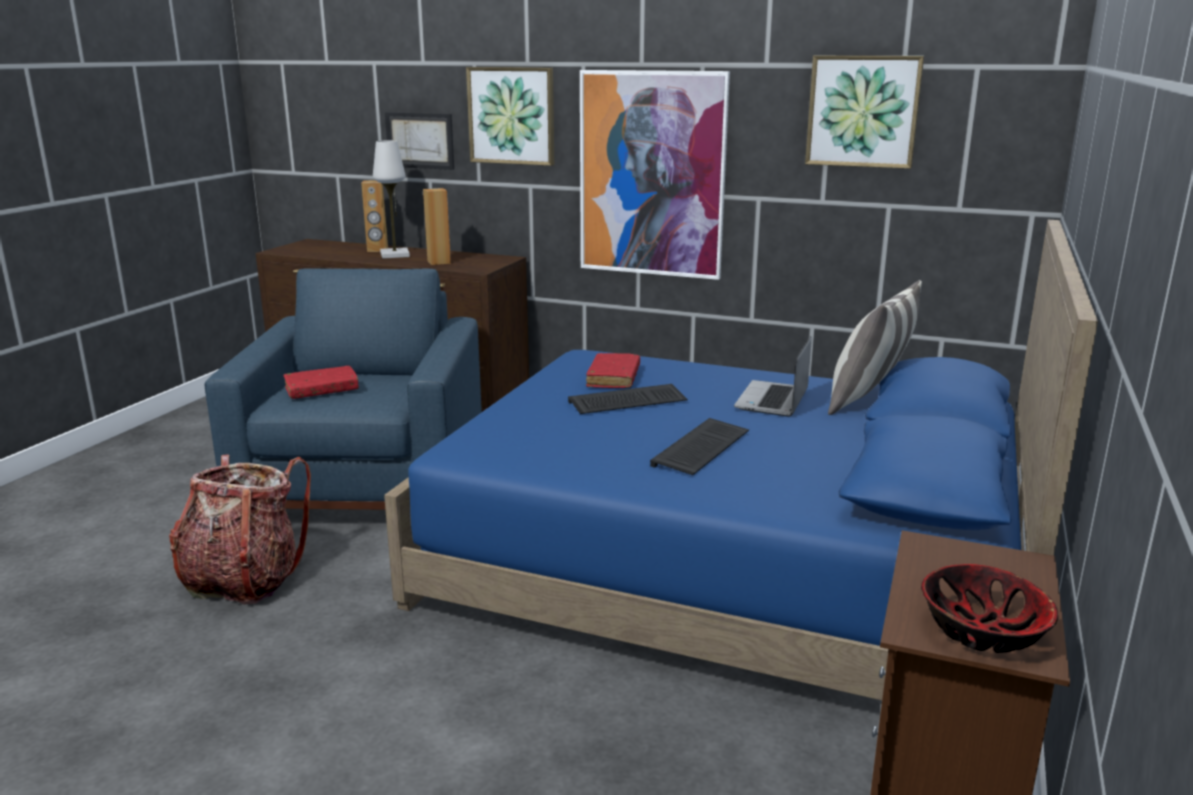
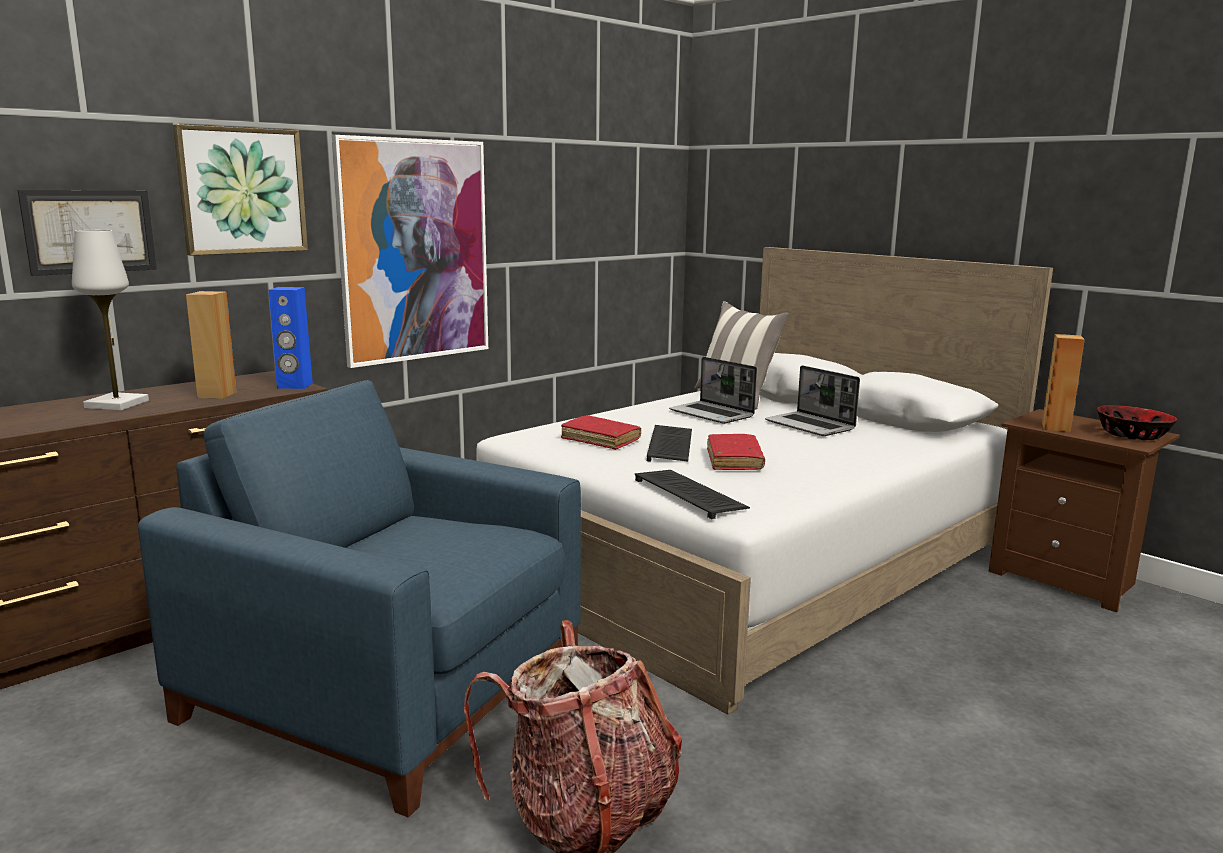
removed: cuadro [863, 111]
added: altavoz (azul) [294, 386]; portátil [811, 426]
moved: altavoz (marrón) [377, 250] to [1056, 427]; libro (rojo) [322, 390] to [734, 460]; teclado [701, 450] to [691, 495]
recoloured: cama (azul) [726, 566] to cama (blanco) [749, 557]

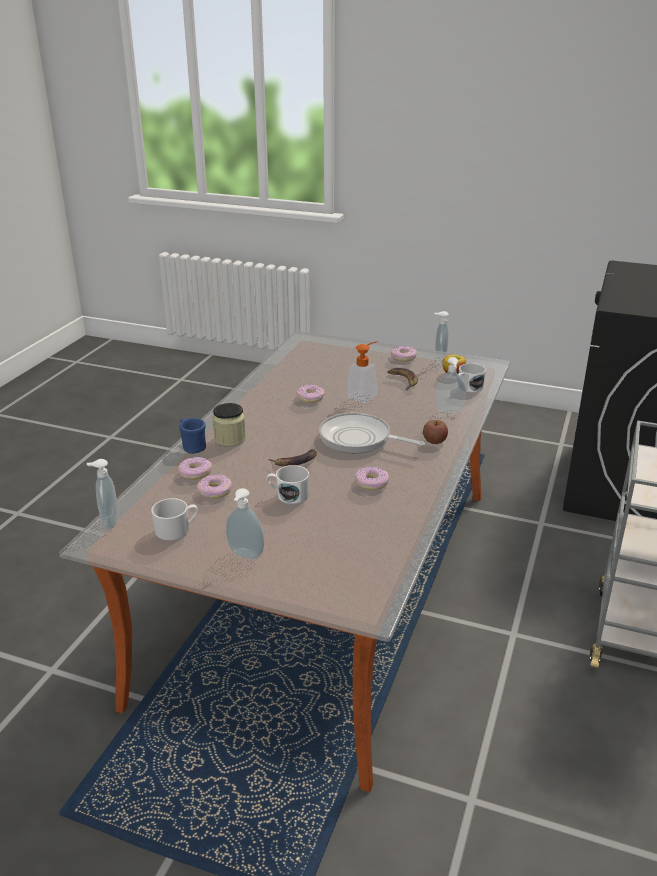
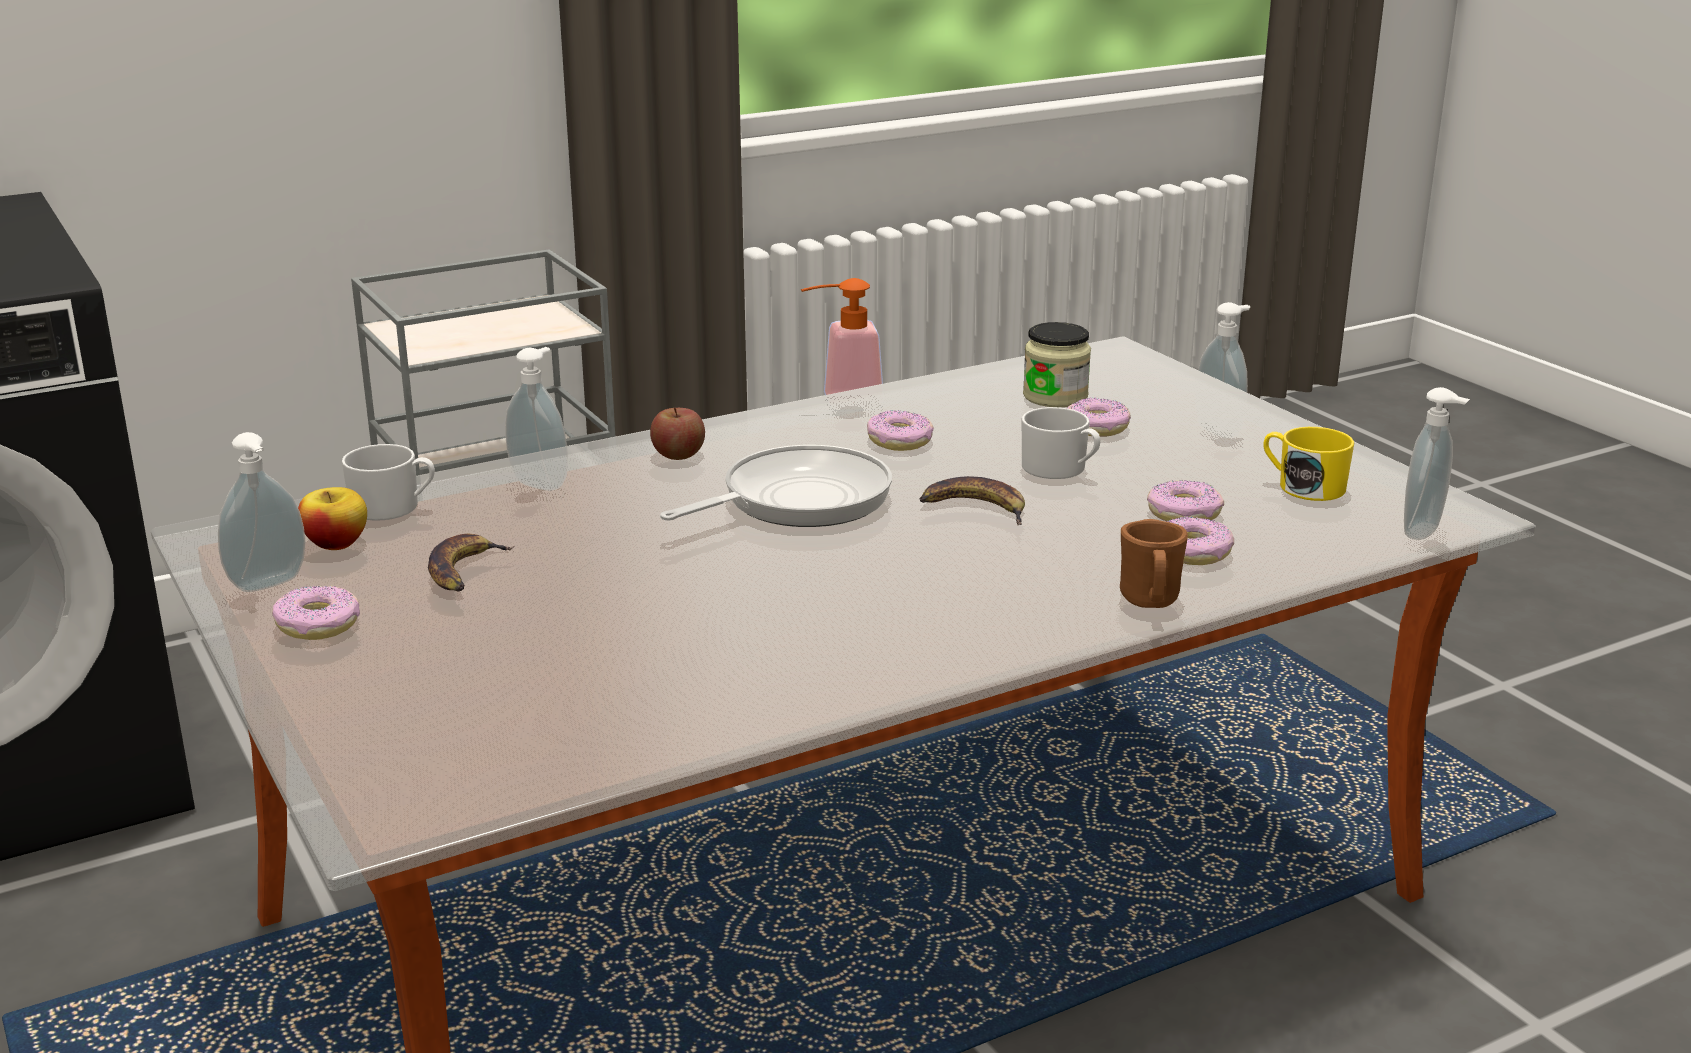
moved: dispensador de jabón [365, 395] to [841, 403]; rosquilla [310, 398] to [1096, 428]; tarro [230, 439] to [1055, 396]
recoloured: taza grande (azul) [192, 447] to taza grande (marrón) [1150, 602]; taza grande (blanco) [177, 530] to taza grande (amarillo) [1303, 486]
turned: sartén [359, 439] = [797, 500] 105 degrees counterclockwise

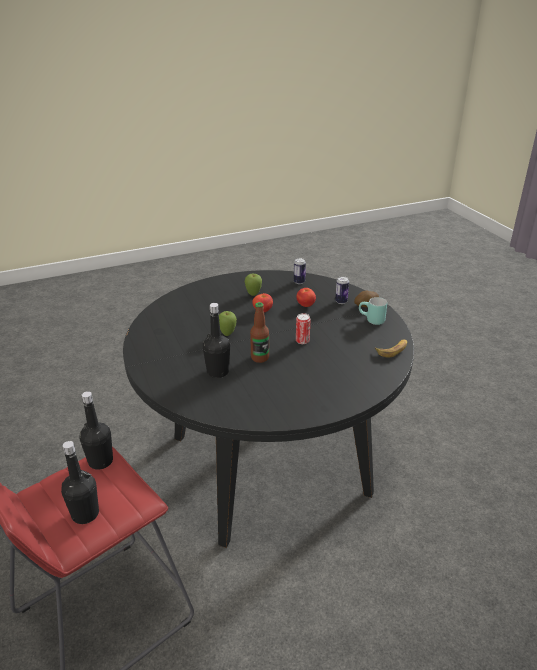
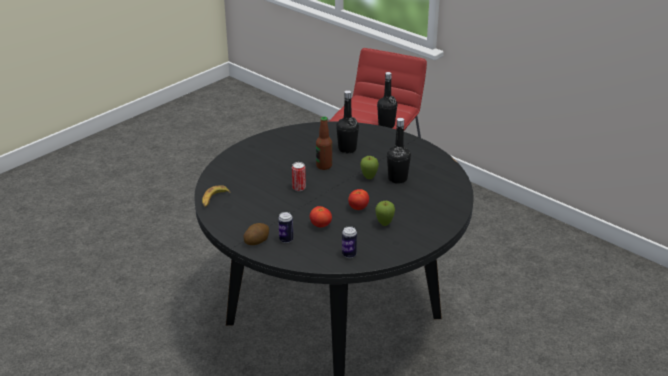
removed: taza grande (turquesa) [371, 320]
moved: botella (negro) [85, 514] to [397, 179]

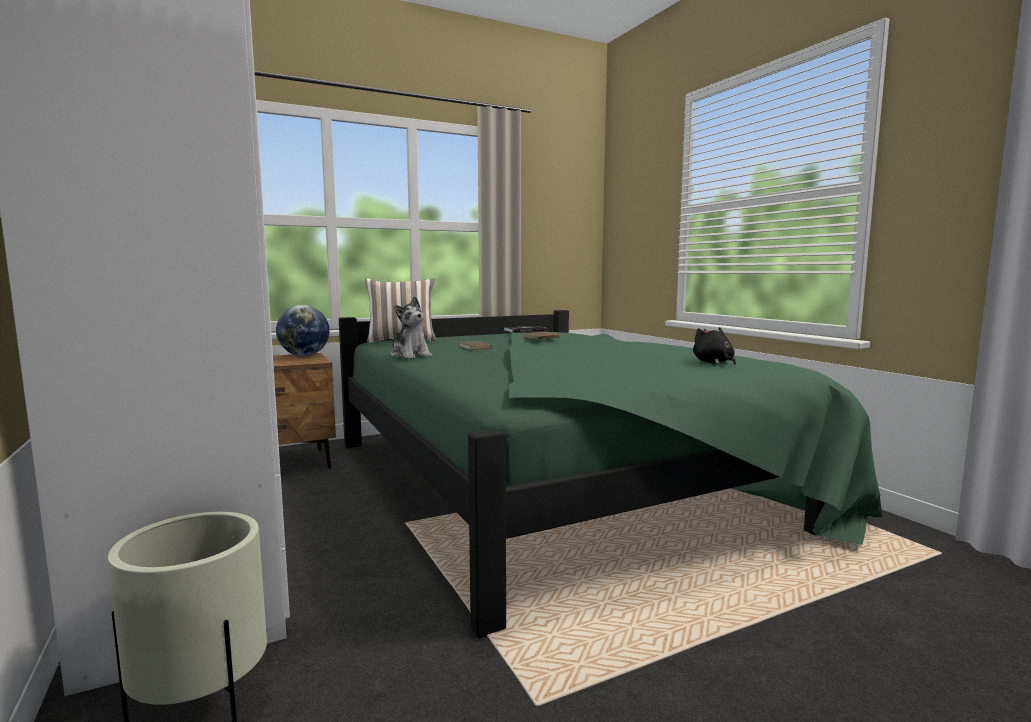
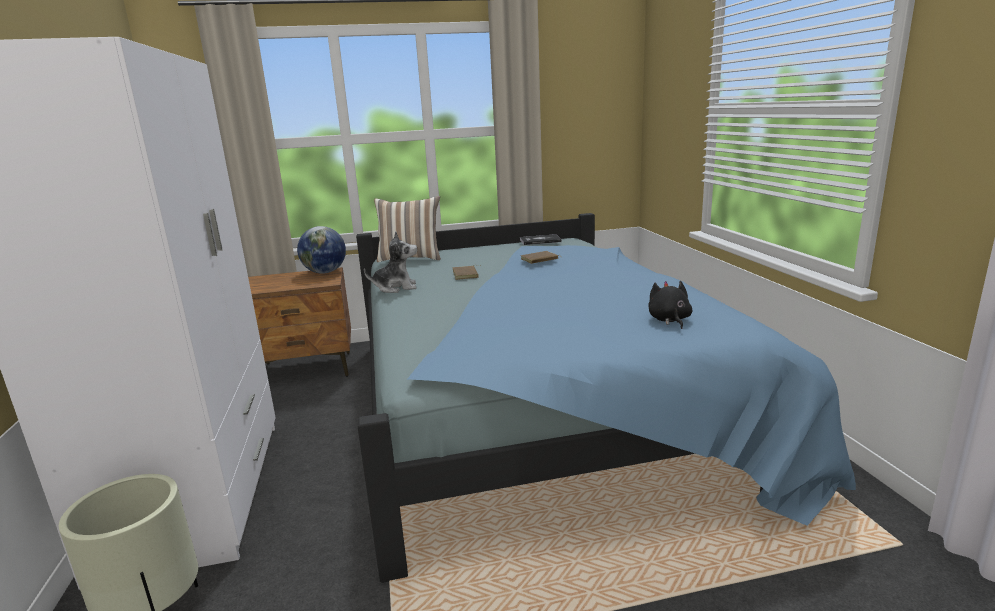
recoloured: cama (verde) [558, 482] to cama (azul) [541, 408]
turned: peluche [410, 355] = [396, 288] 75 degrees counterclockwise

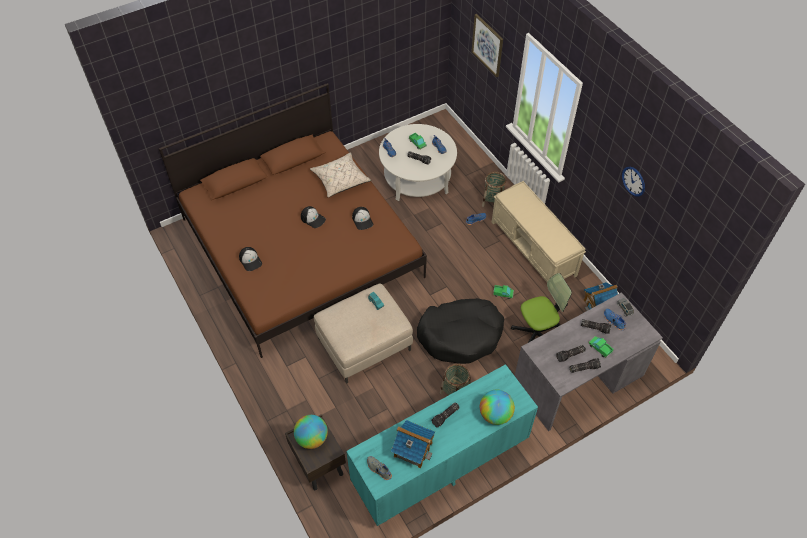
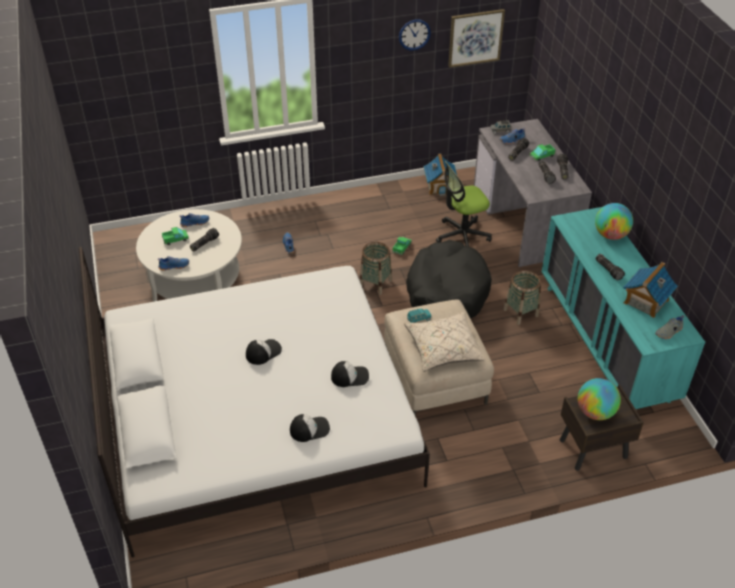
removed: banco (beis) [533, 249]
moved: cuadro [487, 45] to [475, 37]; cojín (beis) [340, 180] to [443, 349]; cesta [492, 201] to [375, 283]; gorra [362, 220] to [350, 376]
recoloured: cama (marrón) [301, 247] to cama (blanco) [256, 415]
turned: silla de oficina [536, 334] = [462, 236] 105 degrees counterclockwise

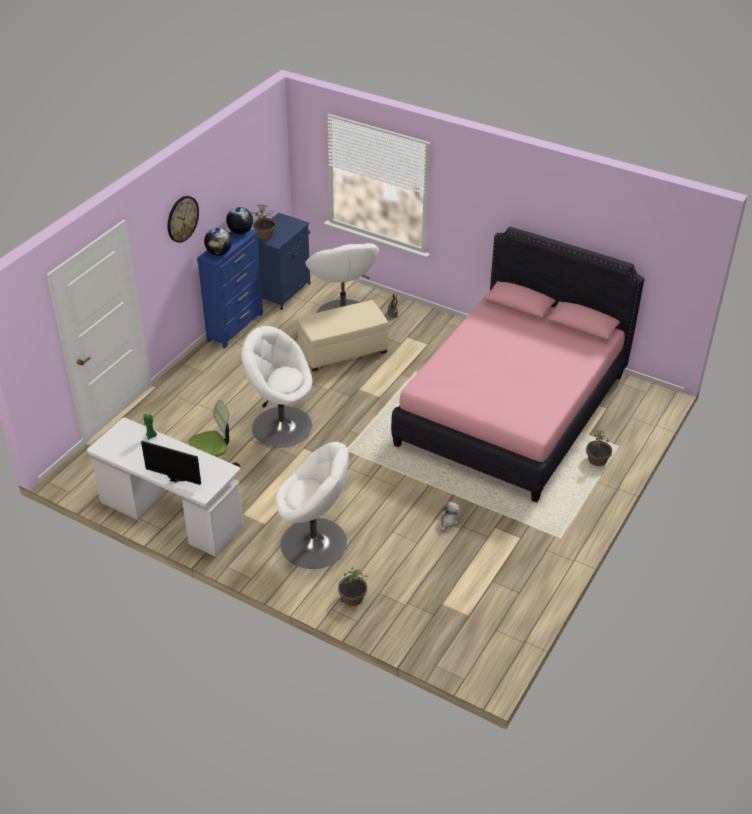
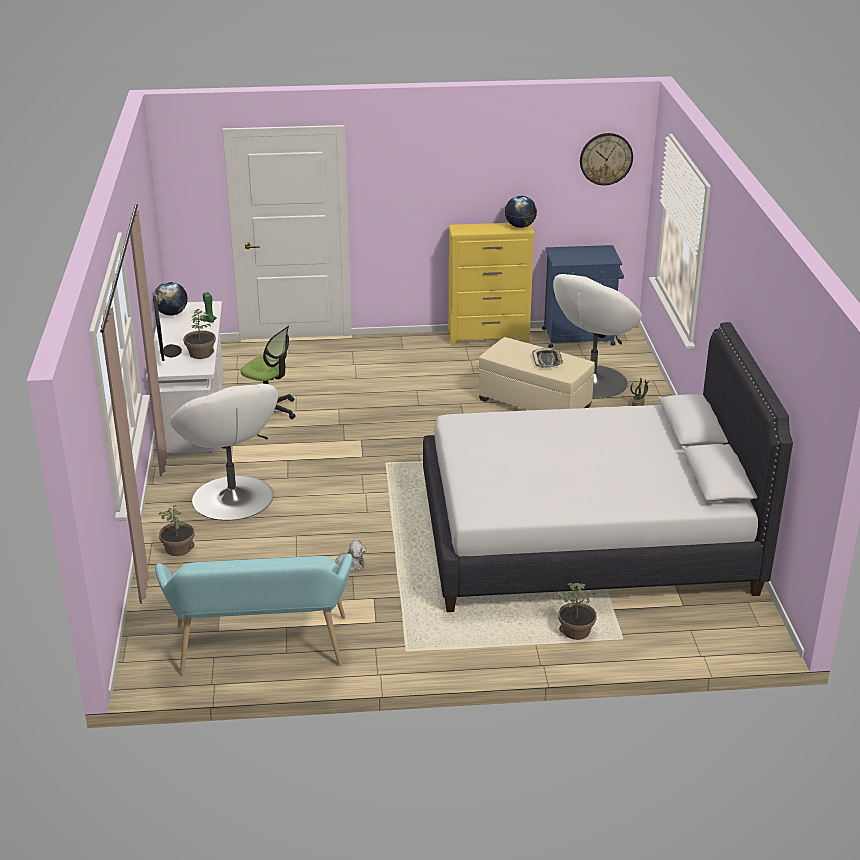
removed: sillón (blanco) [281, 426]
added: bandeja [547, 360]; banco (turquesa) [261, 651]
moved: reloj de pared [182, 218] to [606, 159]; planta en maceta [265, 235] to [200, 353]; globo terráqueo [219, 253] to [171, 313]
recoloured: cama (rosa) [511, 409] to cama (blanco) [585, 538]; cómoda (azul) [235, 327] to cómoda (amarillo) [489, 338]

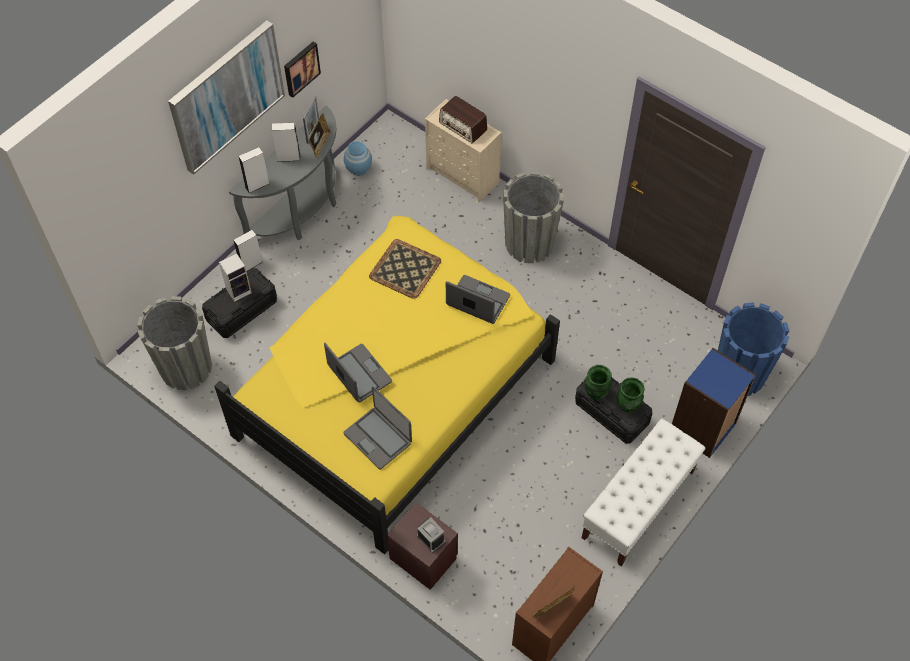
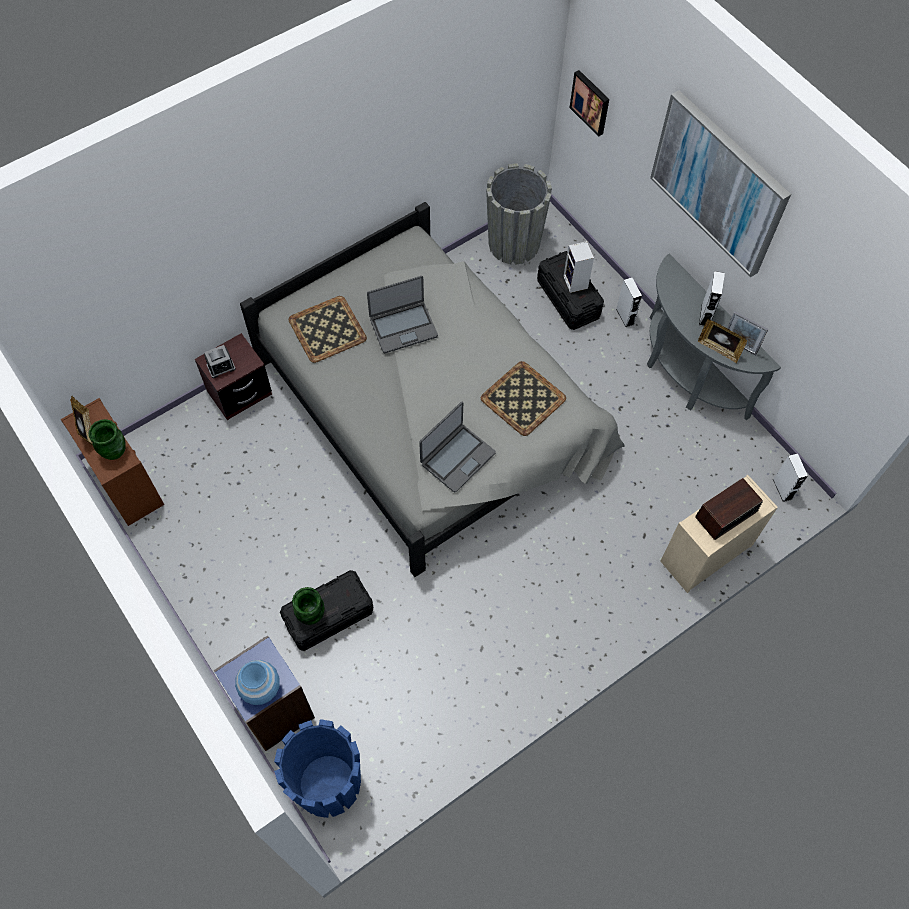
removed: maceta (gris) [529, 243]; banco (blanco) [638, 505]
moved: cuadro [300, 68] to [591, 102]; florero (azul) [358, 168] to [261, 688]; altavoz (blanco) [257, 185] to [782, 489]; florero (verde) [595, 393] to [115, 451]
replaced: portátil [378, 438] to bandeja [327, 330]
recoloured: cama (amarillo) [393, 387] to cama (gris) [434, 411]

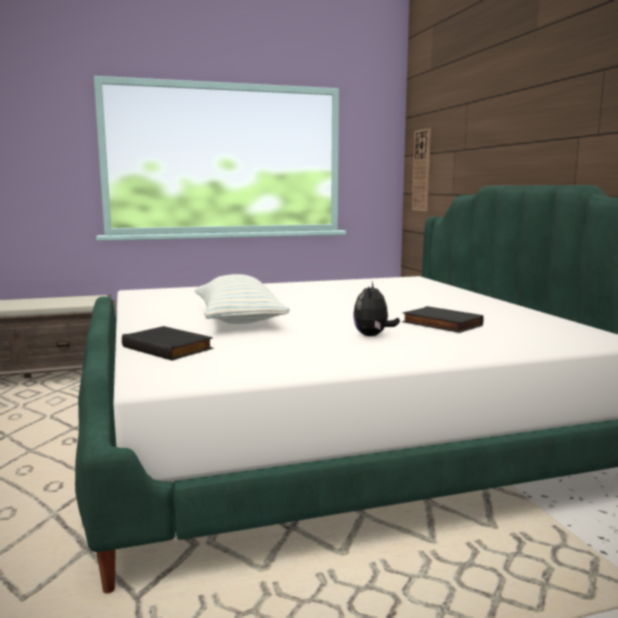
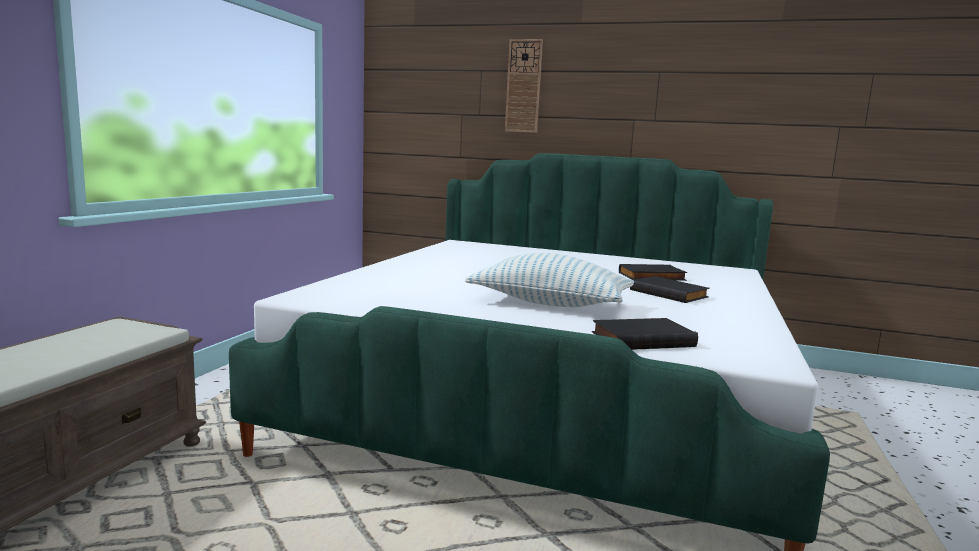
moved: reloj de pared [422, 170] to [523, 86]
replaced: peluche [373, 336] to libro (negro) [669, 293]

